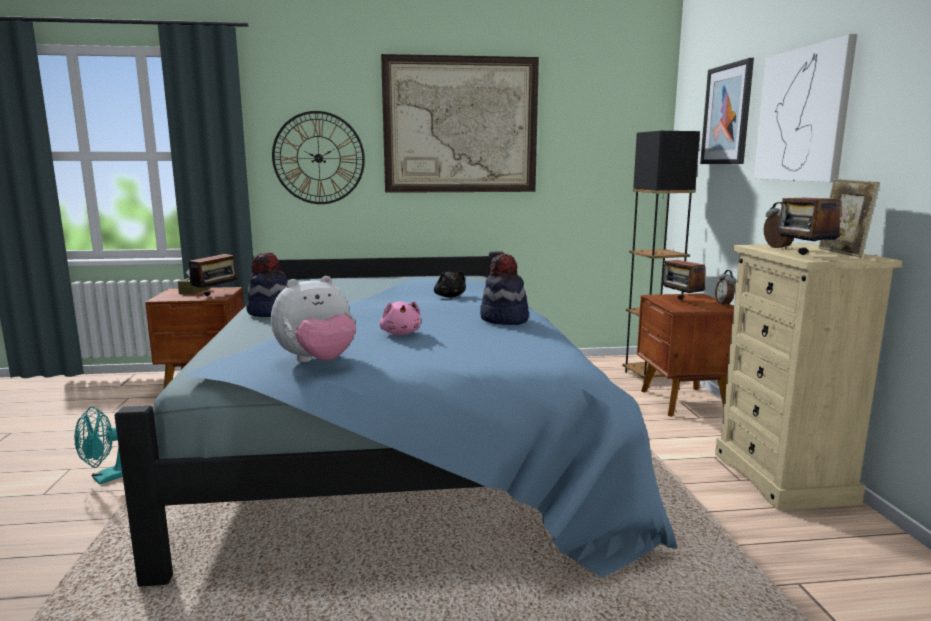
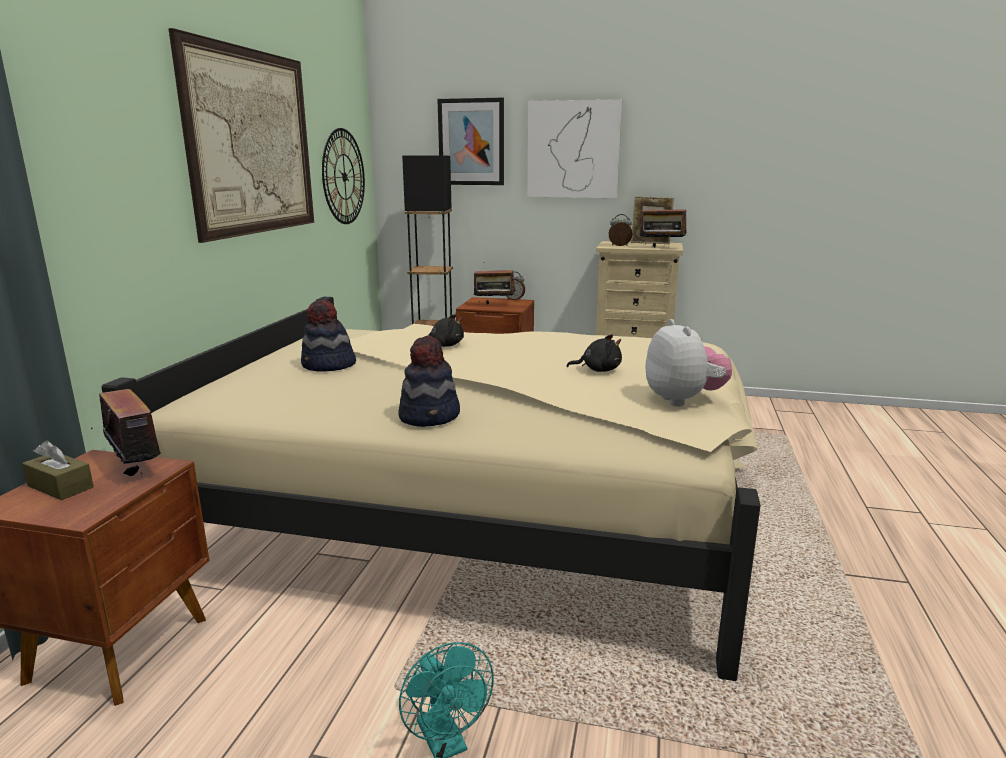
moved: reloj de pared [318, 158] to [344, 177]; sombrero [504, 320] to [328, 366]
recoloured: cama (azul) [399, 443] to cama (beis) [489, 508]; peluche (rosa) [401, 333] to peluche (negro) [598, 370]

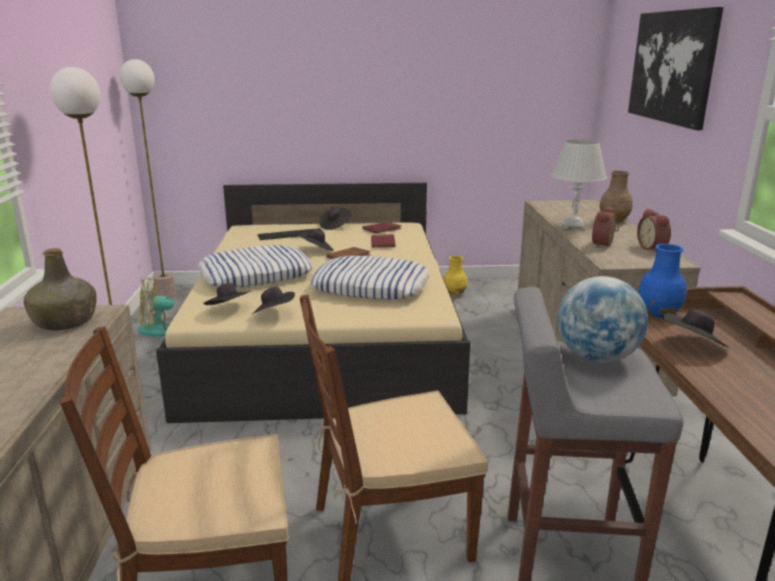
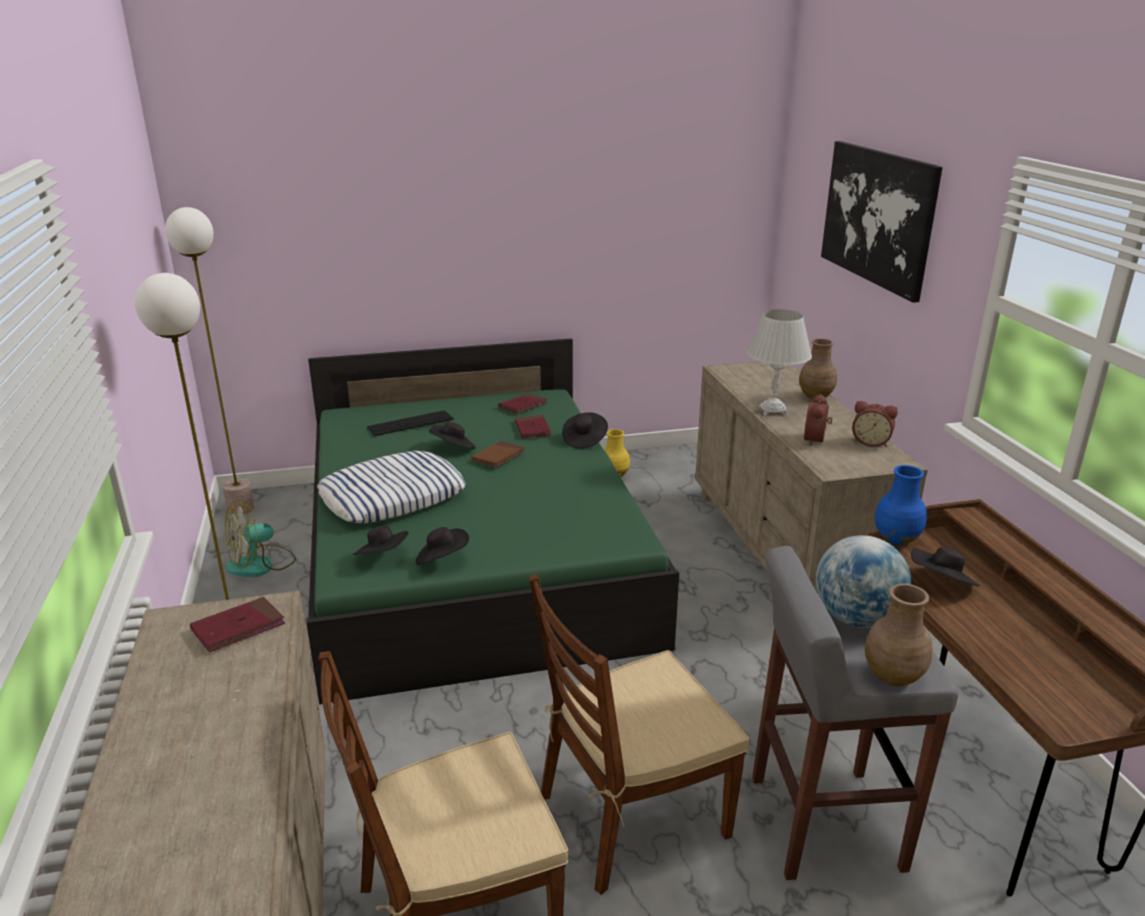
removed: cojín [371, 287]
added: florero (marrón) [894, 676]
moved: sombrero (negro) [335, 226] to [584, 440]
replaced: botella (verde) [66, 322] to libro (rojo) [238, 627]
recoloured: cama (beis) [324, 335] to cama (verde) [472, 553]
turned: despertador [653, 248] = [871, 442] 45 degrees counterclockwise

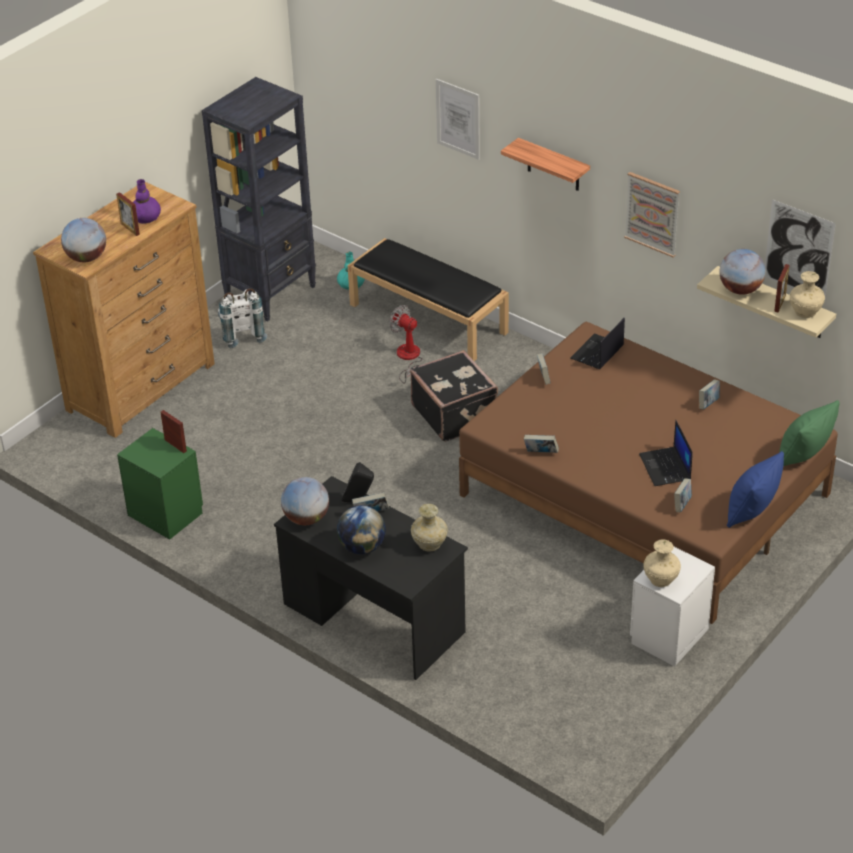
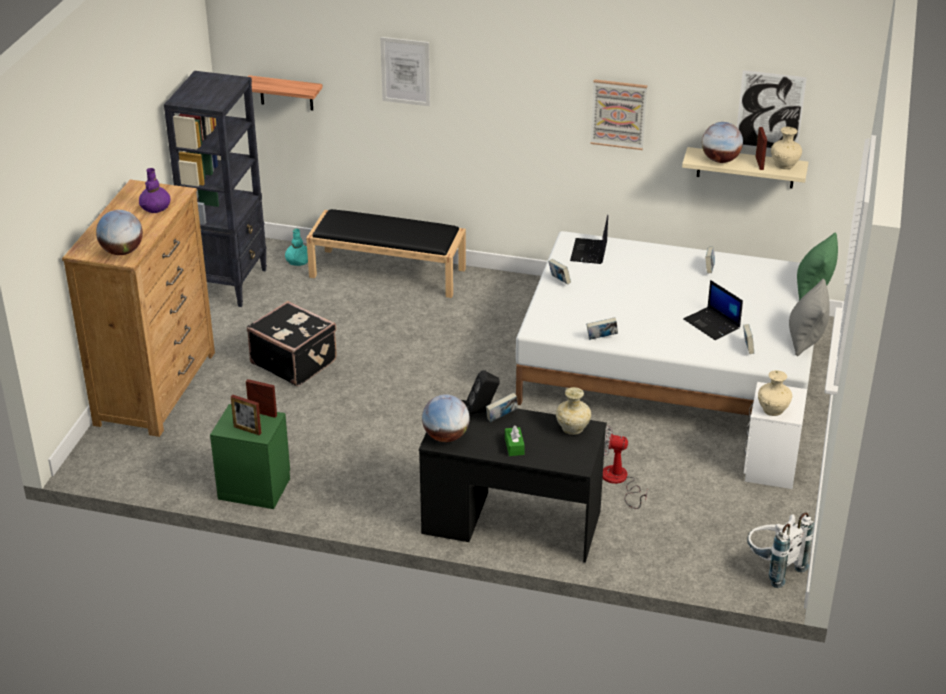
moved: estante [553, 165] to [286, 93]; portarretratos [130, 229] to [247, 430]; mochila (blanco) [241, 334] to [773, 568]; ventilador [408, 358] to [619, 481]; maleta (negro) [455, 414] to [294, 361]
replaced: globo terráqueo [362, 547] to caja de pañuelos (verde) [514, 446]
recoloured: cama (marrón) [644, 495] to cama (blanco) [670, 365]; cojín (azul) [751, 511] to cojín (gris) [805, 340]

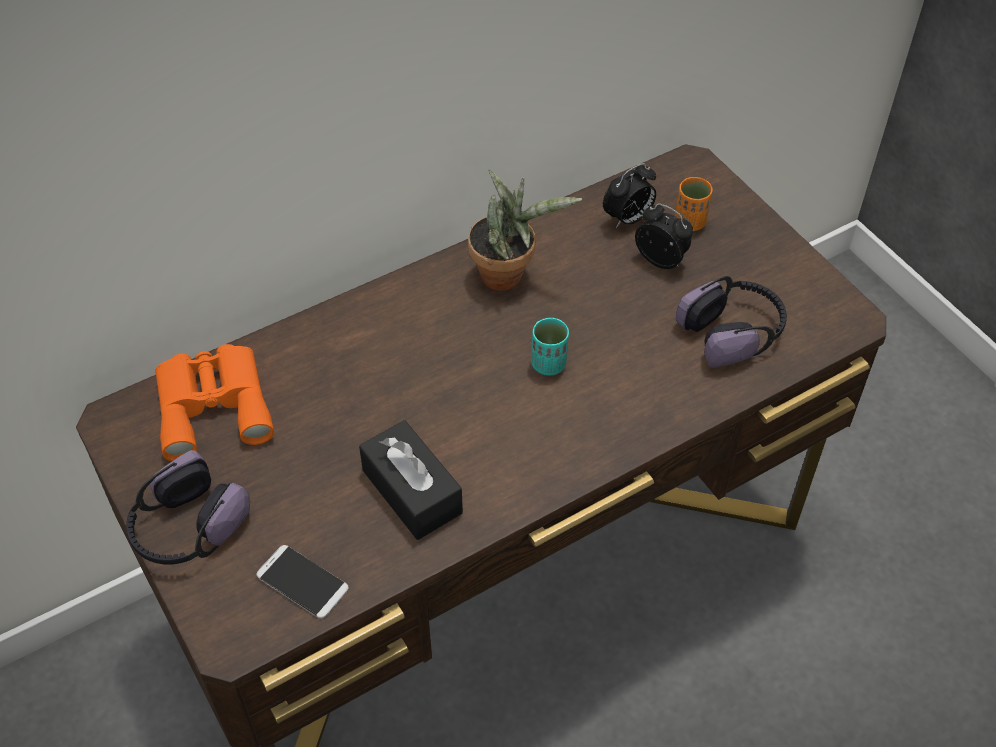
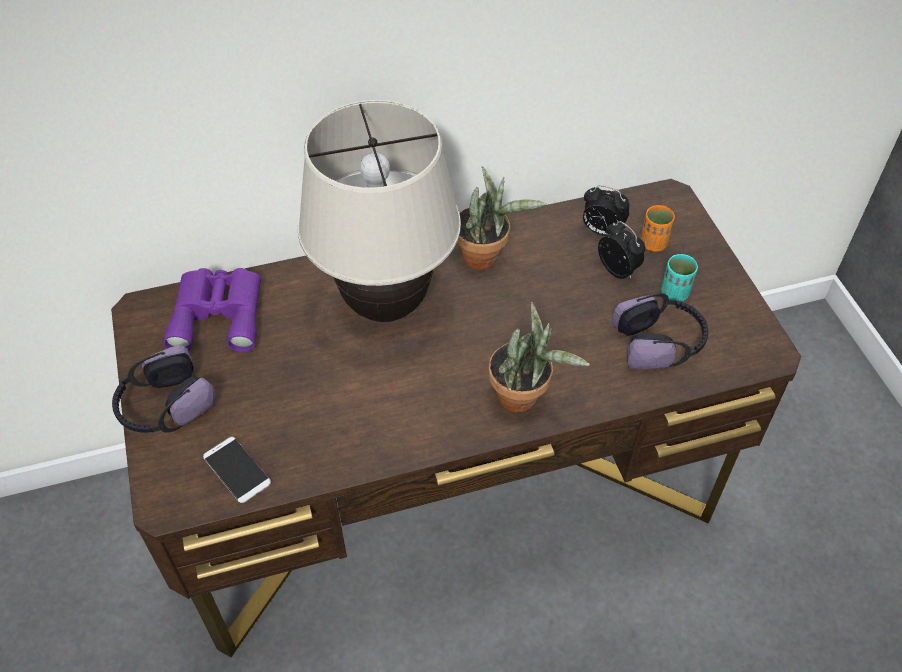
removed: caja de pañuelos (negro) [412, 491]
added: lámpara de mesa (beis) [385, 305]; planta en maceta [524, 398]
moved: taza (turquesa) [548, 364] to [674, 293]
recoloured: prismáticos (naranja) [213, 404] to prismáticos (morado) [219, 313]
turned: despertador [628, 219] = [601, 231] 45 degrees clockwise

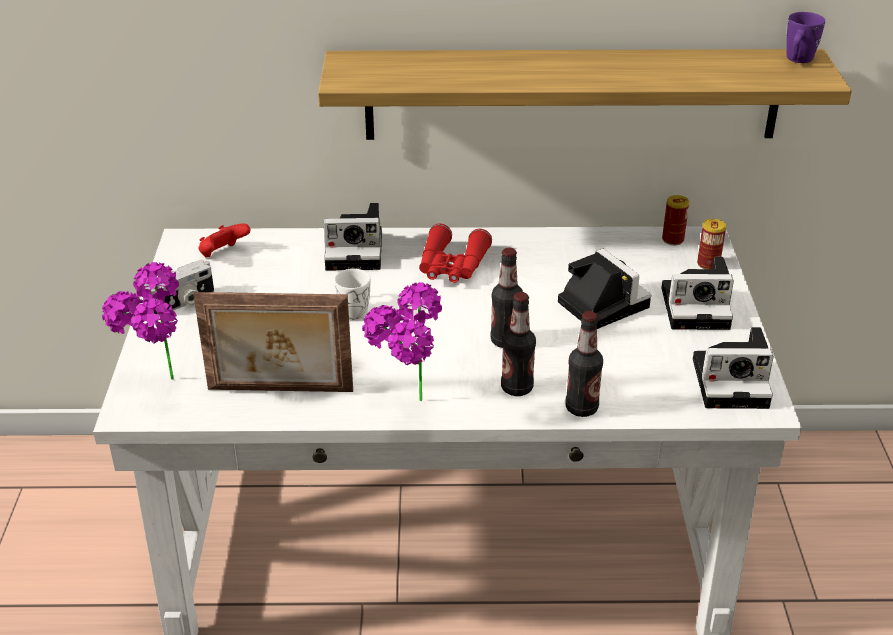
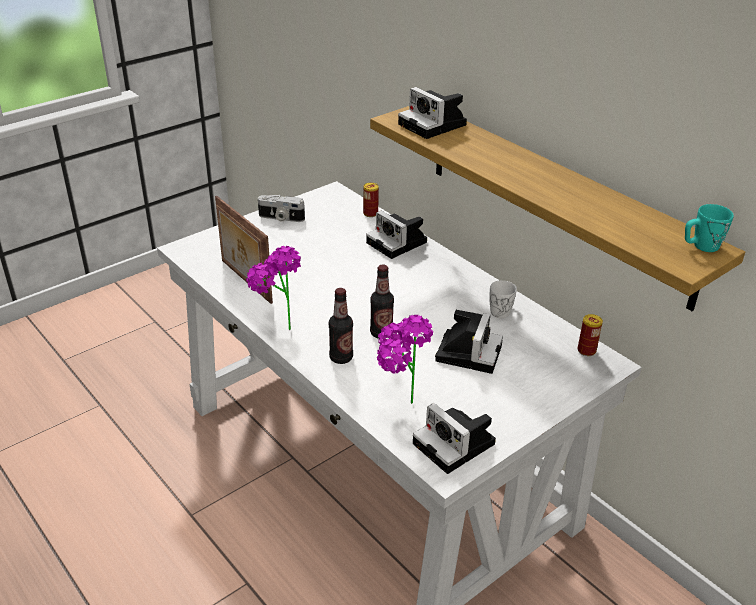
removed: mando de consola (rojo) [223, 254]; prismáticos (rojo) [452, 266]; botella [581, 408]
moved: lata [708, 264] to [370, 213]; cámara [698, 307] to [434, 125]; planta en maceta [160, 388] to [398, 404]; taza grande (blanco) [353, 309] to [502, 310]
recoloured: taza grande (morado) [798, 60] to taza grande (turquesa) [701, 246]

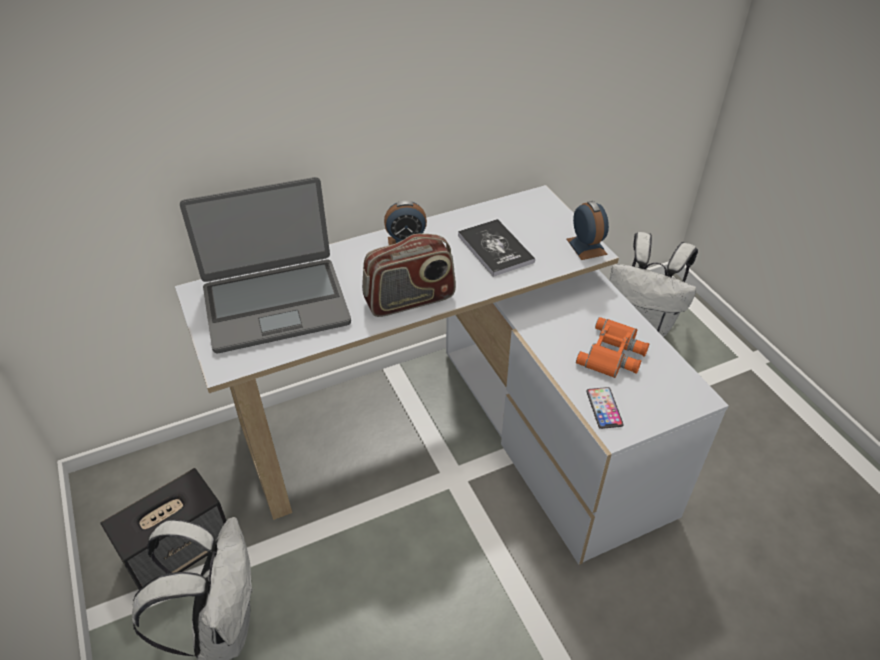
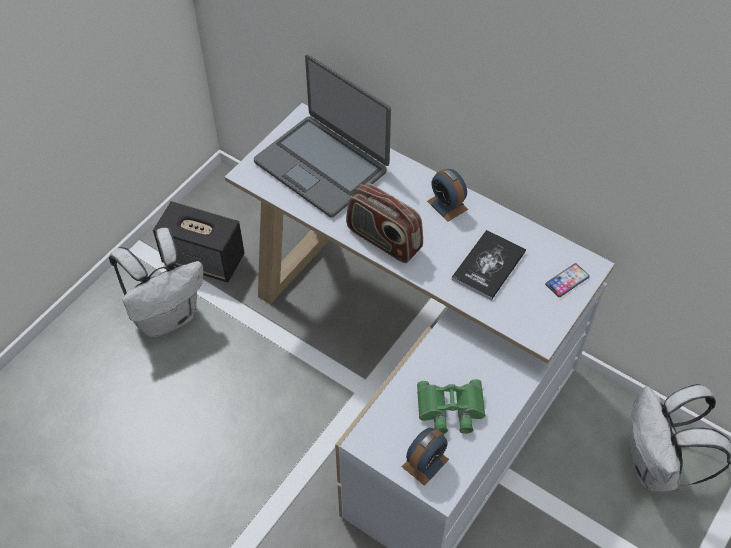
moved: despertador [586, 246] to [425, 463]; móvil [604, 408] to [567, 280]
recoloured: prismáticos (naranja) [614, 354] to prismáticos (verde) [450, 410]

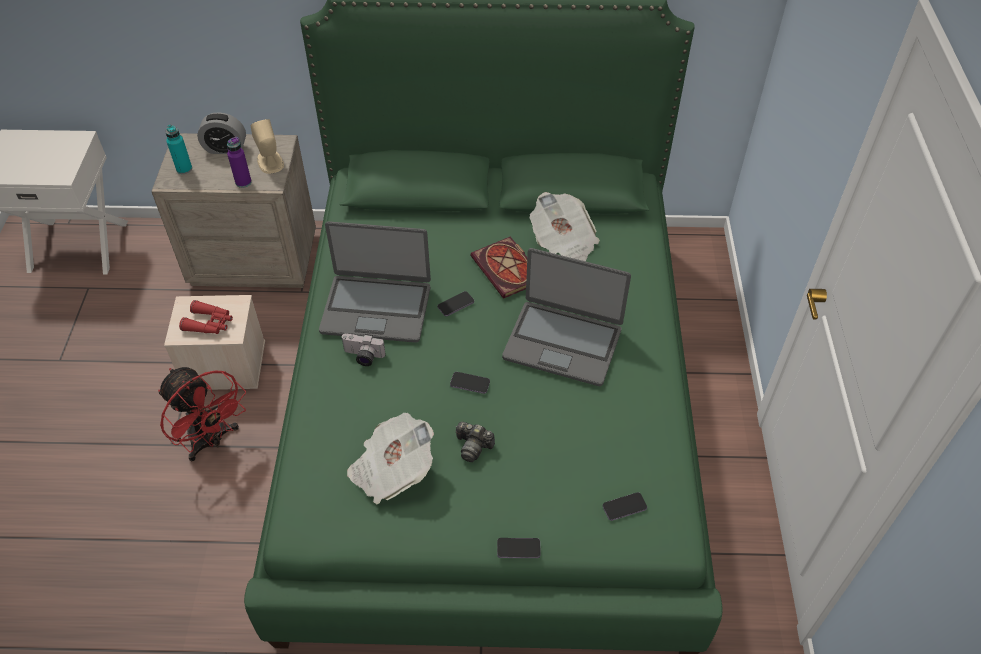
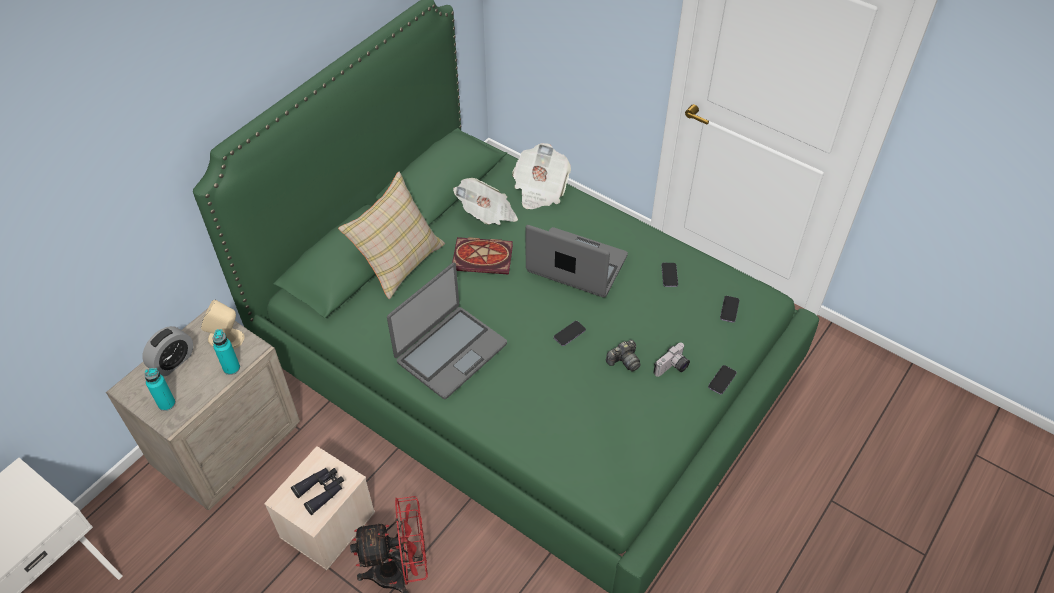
added: cojín (beis) [398, 261]
moved: móvil [455, 304] to [669, 275]; cámara [363, 357] to [672, 368]; periódico [392, 470] to [540, 189]
recoloured: botella (morado) [243, 182] to botella (turquesa) [231, 368]; prismáticos (rojo) [209, 323] to prismáticos (negro) [321, 491]
turned: portátil [563, 342] = [576, 265] 120 degrees counterclockwise

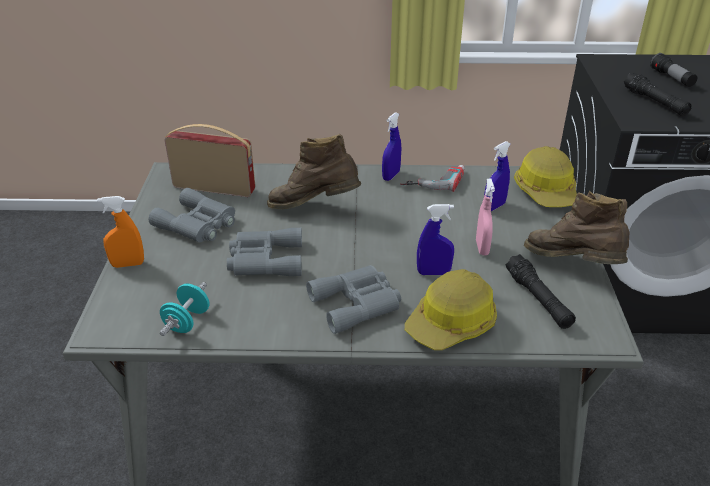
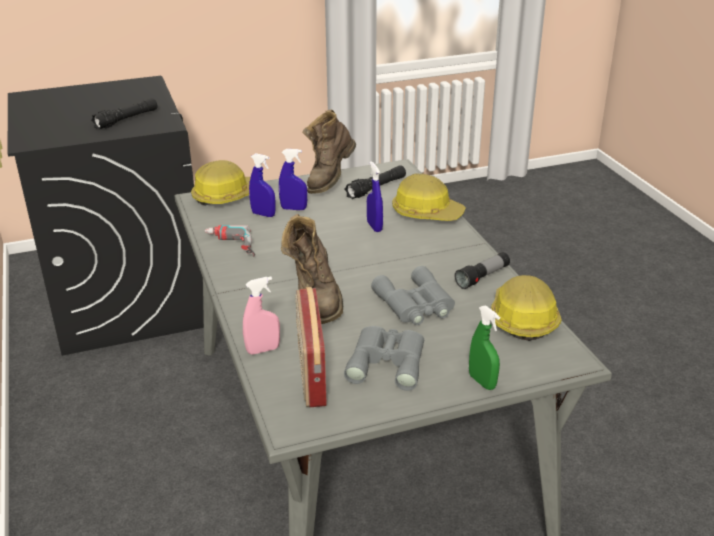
removed: prismáticos (gris) [358, 303]
moved: linterna [671, 78] to [482, 277]; pulverizador (azul) [391, 176] to [293, 208]; pulverizador (rosa) [482, 248] to [263, 350]
replaced: mancuerna (turquesa) [187, 321] to casco [522, 318]
recoloured: pulverizador (naranja) [128, 264] to pulverizador (verde) [482, 382]

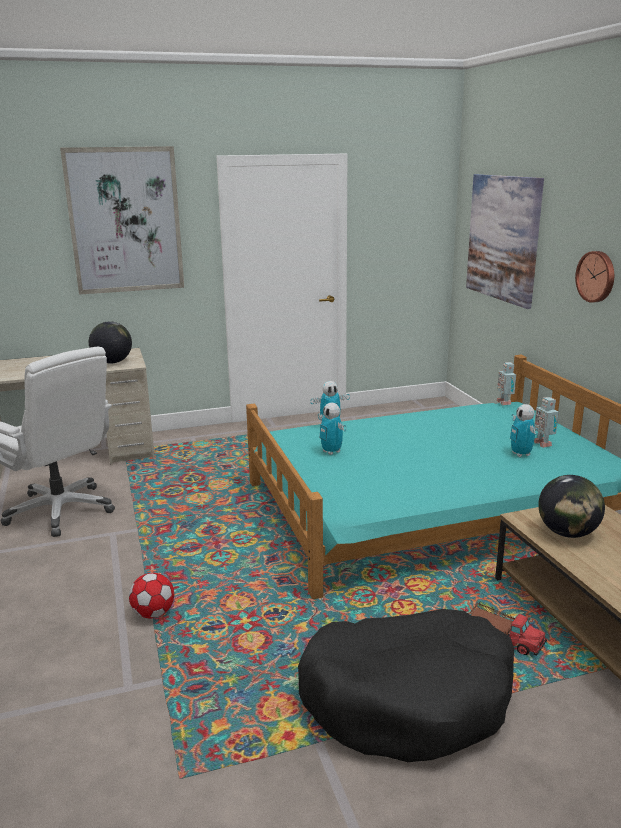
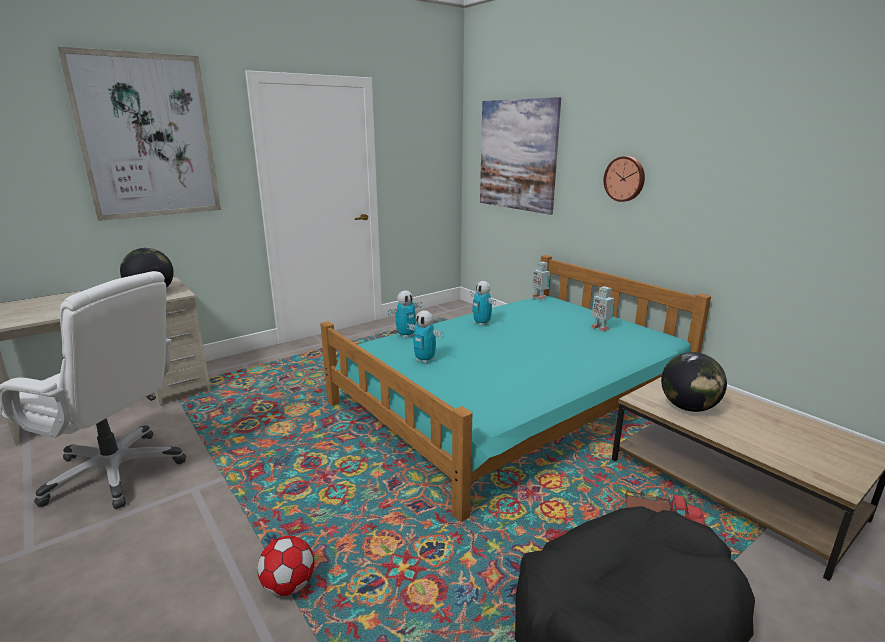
moved: robot de juguete [521, 454] to [482, 323]

